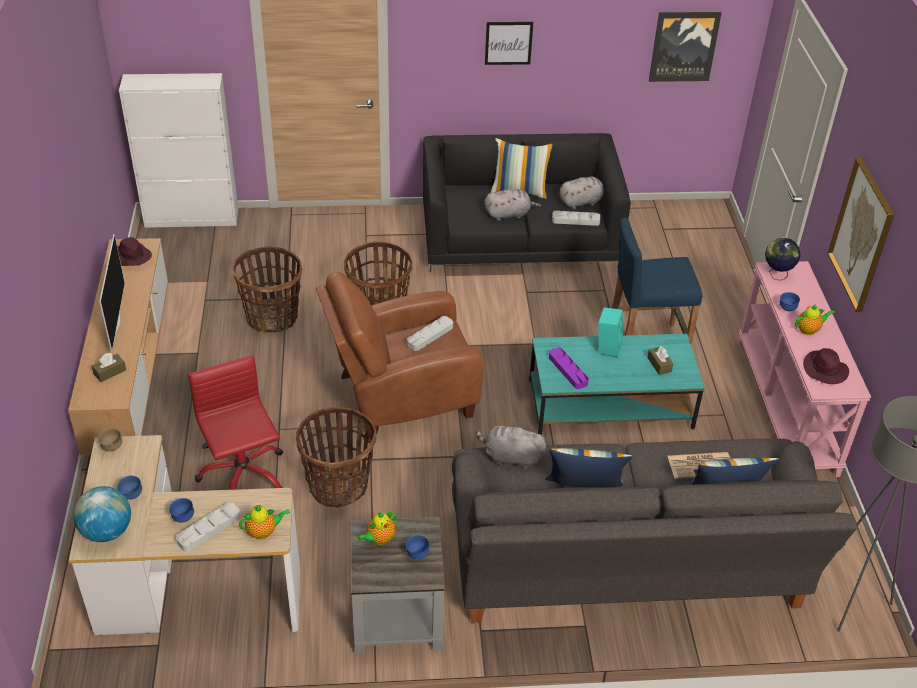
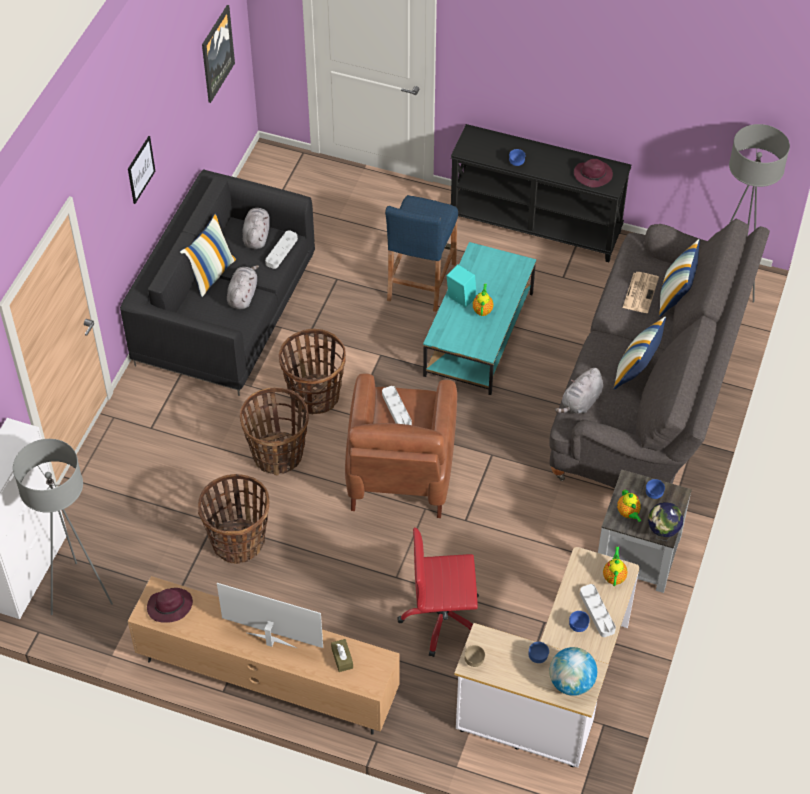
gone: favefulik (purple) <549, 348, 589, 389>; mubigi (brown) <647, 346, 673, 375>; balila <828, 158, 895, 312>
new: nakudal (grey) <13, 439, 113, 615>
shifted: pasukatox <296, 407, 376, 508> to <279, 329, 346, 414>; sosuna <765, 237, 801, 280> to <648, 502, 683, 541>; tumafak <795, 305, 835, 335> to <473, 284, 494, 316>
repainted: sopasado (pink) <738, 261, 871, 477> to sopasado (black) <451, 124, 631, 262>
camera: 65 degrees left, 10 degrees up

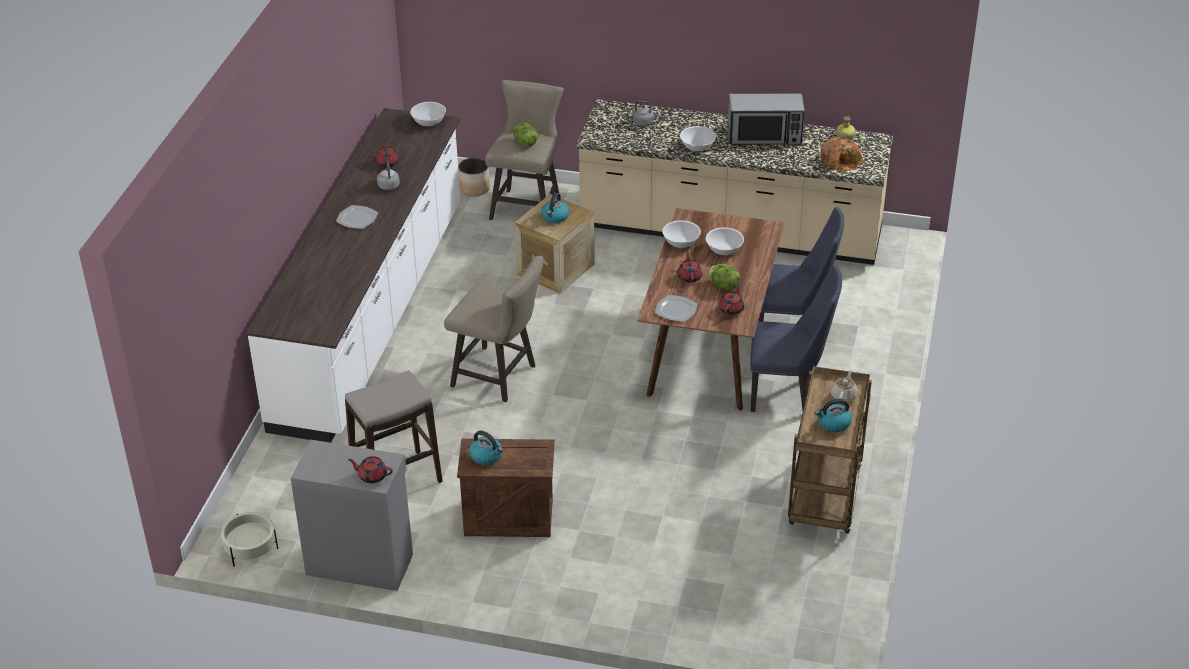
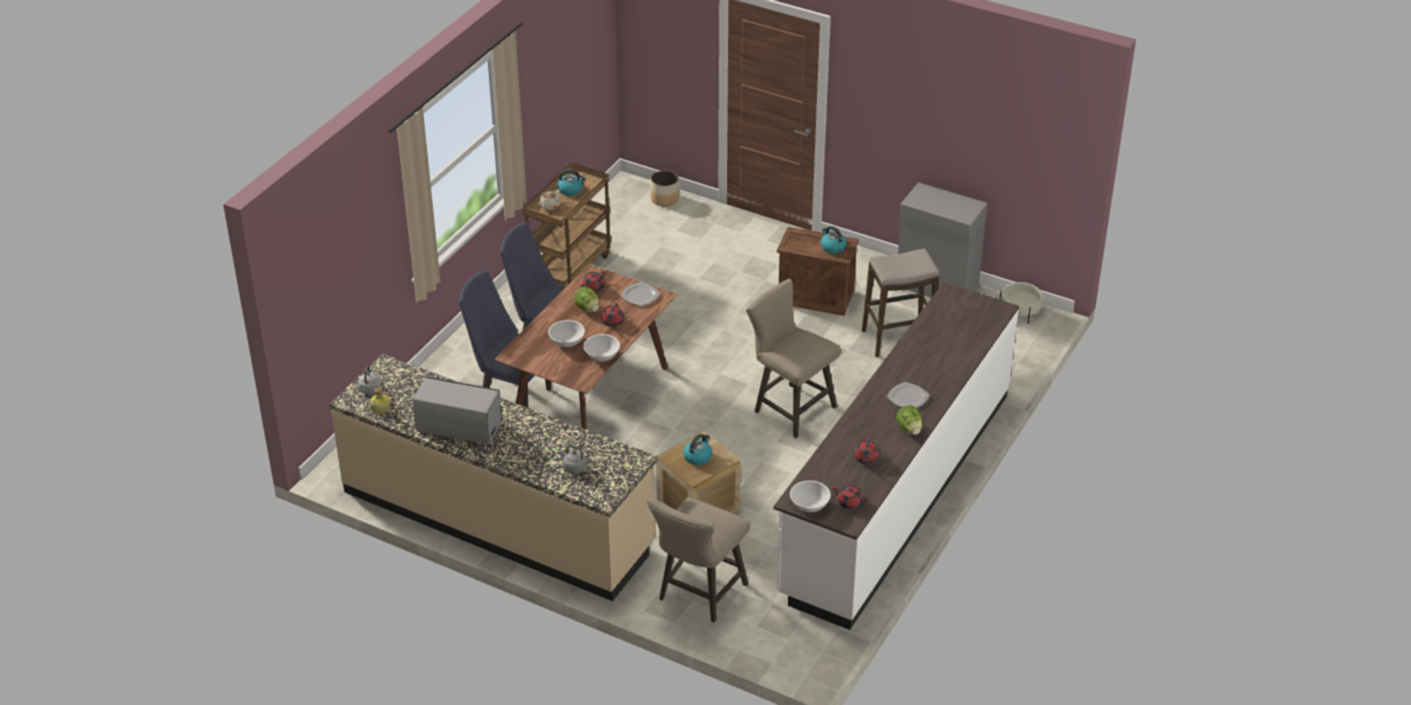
gone: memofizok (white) <680, 126, 716, 151>; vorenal <821, 137, 863, 172>
shifted: tumafak (red) <348, 456, 393, 483> to <833, 485, 871, 509>; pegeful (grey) <377, 161, 400, 190> to <358, 365, 381, 394>; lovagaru <458, 158, 490, 196> to <651, 170, 679, 206>; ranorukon <514, 123, 538, 148> to <896, 405, 923, 435>
camera: 165 degrees left, 0 degrees up

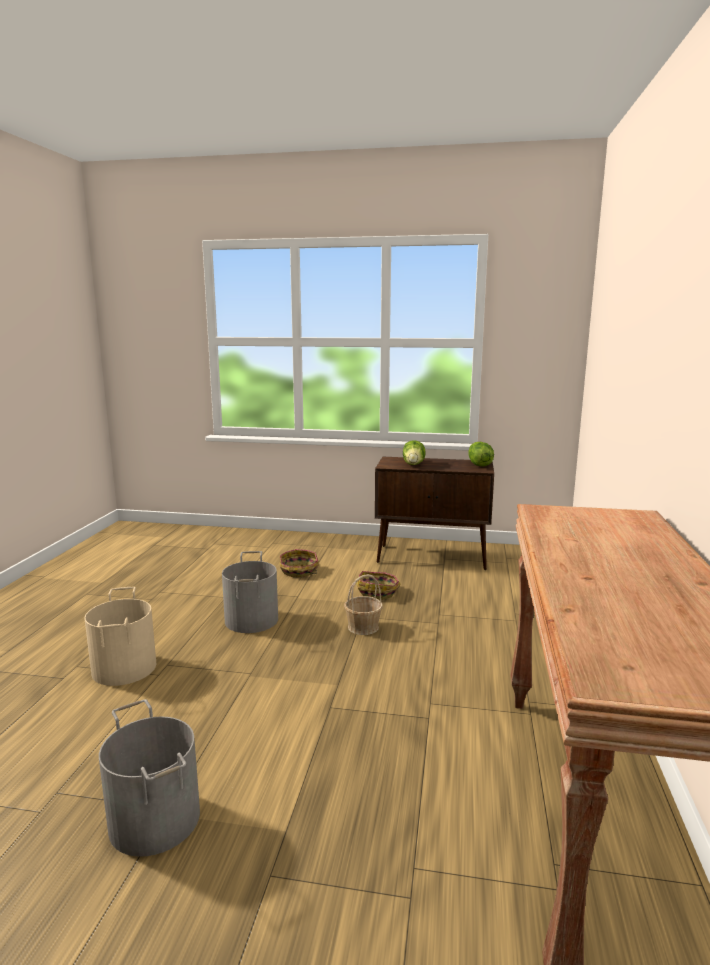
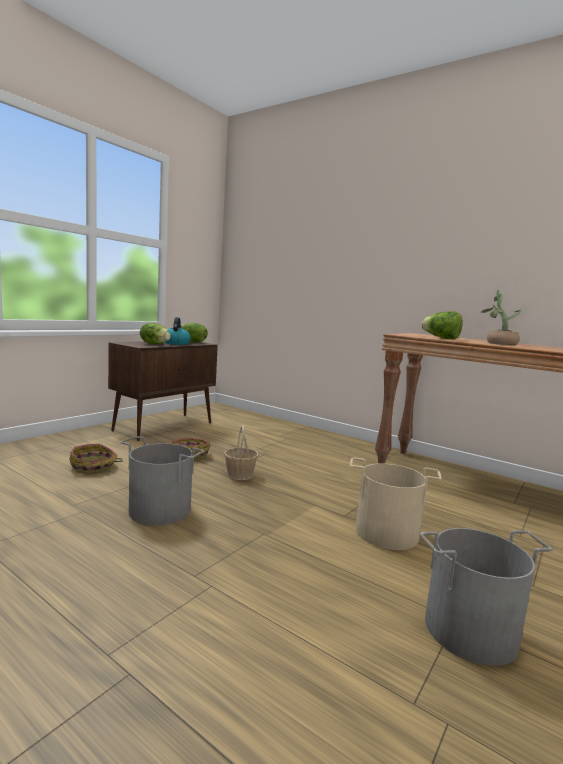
new: pegeful <165, 317, 191, 345>; ranorukon <421, 311, 463, 339>; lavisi <482, 290, 522, 346>
shifted: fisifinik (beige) <84, 587, 156, 686> to <350, 457, 442, 550>
camera: 65 degrees left, 5 degrees down

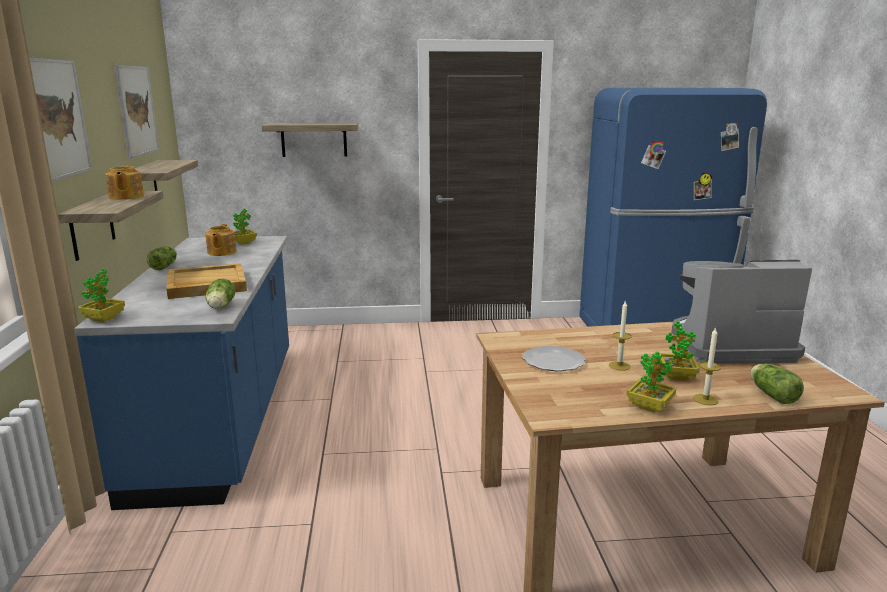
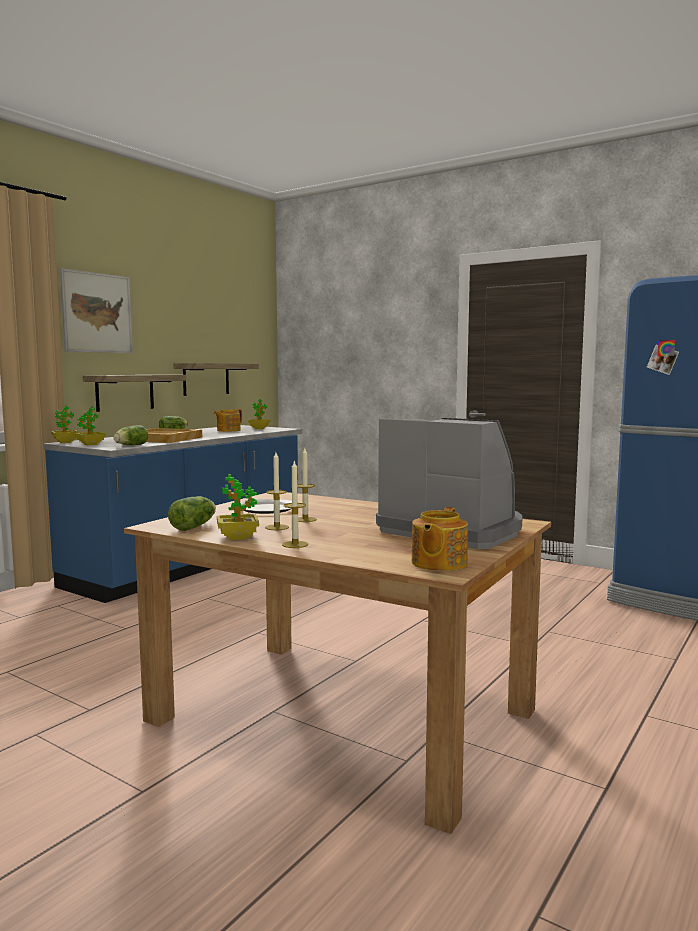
gone: balila <115, 65, 159, 159>; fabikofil <262, 123, 358, 157>
new: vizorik <265, 452, 289, 530>
shifted: tumafak <105, 165, 144, 200> to <412, 507, 468, 571>; lavisi <660, 321, 700, 381> to <75, 406, 106, 445>; ranorukon <750, 364, 804, 404> to <168, 496, 216, 531>
camera: 40 degrees right, 10 degrees down

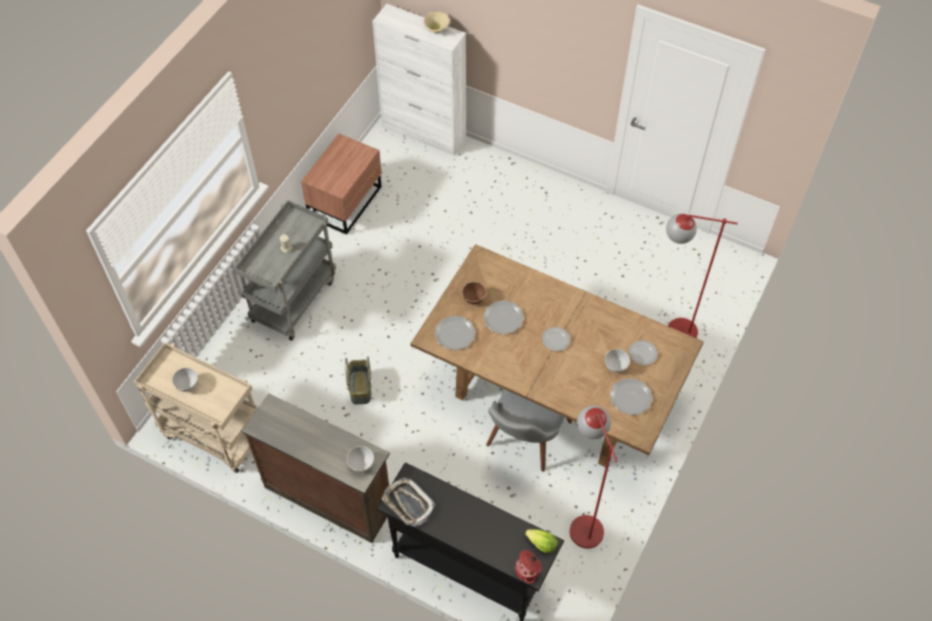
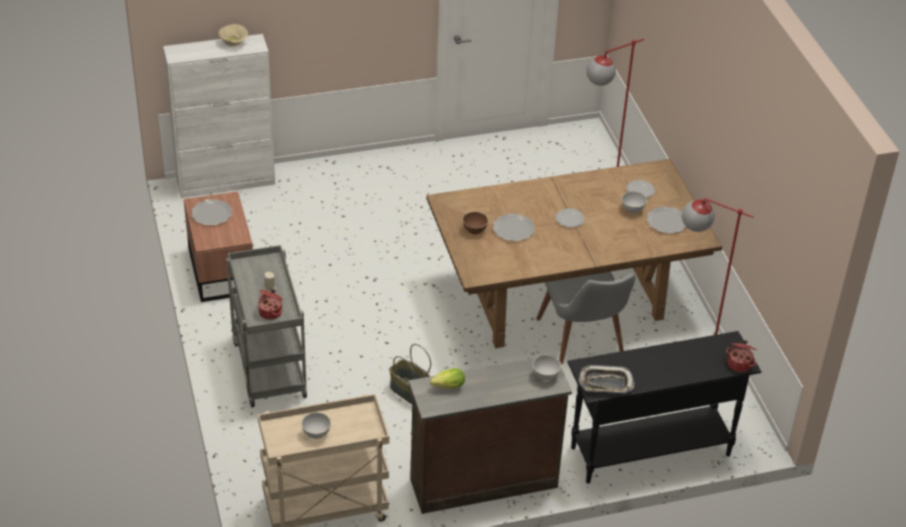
new: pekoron <258, 289, 283, 320>
shifted: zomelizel <434, 315, 475, 350> to <191, 199, 232, 226>; ranorukon <525, 529, 558, 553> to <430, 368, 465, 389>
camera: 45 degrees left, 15 degrees down

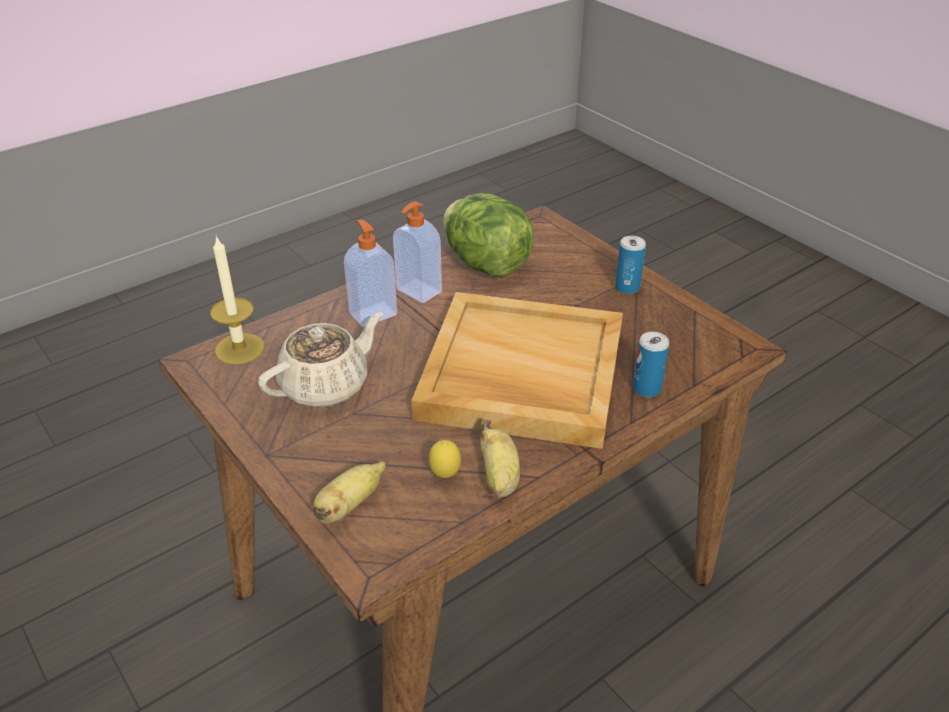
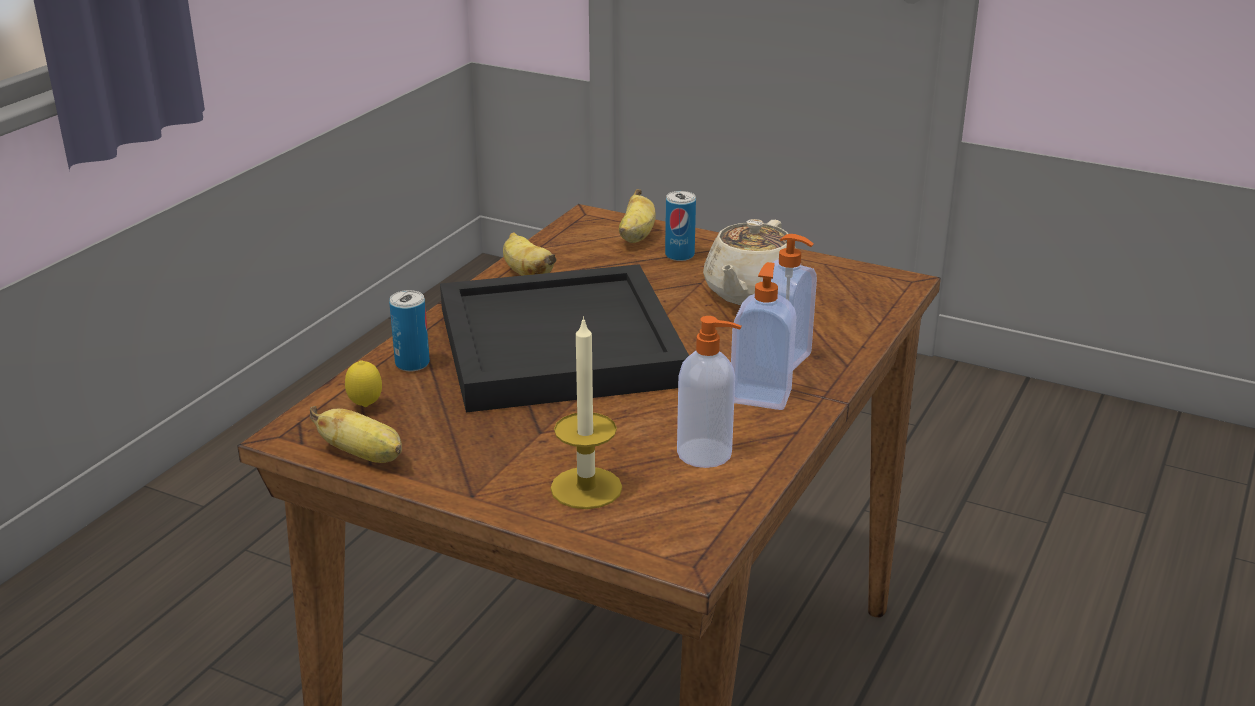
new: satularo <310, 406, 402, 463>
shifted: vizorik <210, 235, 264, 365> to <550, 316, 622, 509>; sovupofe <429, 440, 461, 478> to <345, 360, 382, 407>; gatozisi <615, 236, 646, 294> to <665, 191, 696, 261>
swapped: ranorukon <443, 193, 534, 278> to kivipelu <677, 316, 742, 468>
repainted: favefulik (beige) <412, 292, 623, 449> to favefulik (black) <440, 264, 689, 412>
camera: 155 degrees right, 10 degrees down

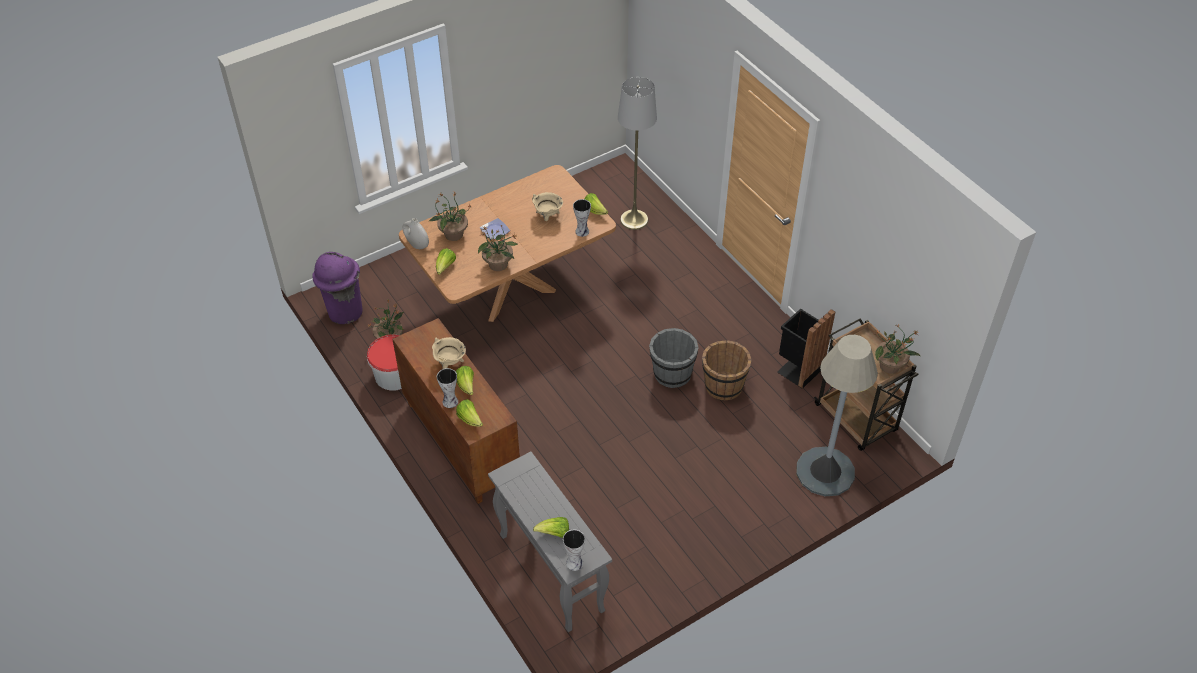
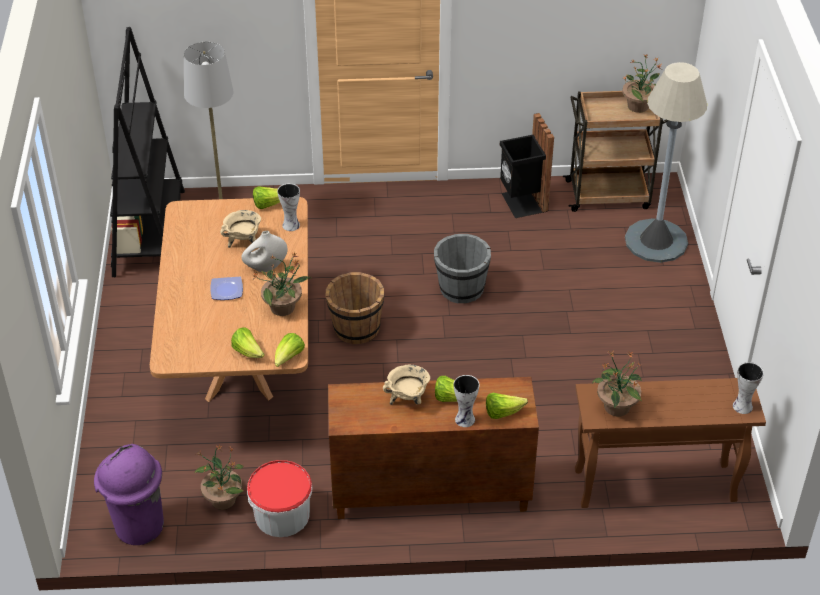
new: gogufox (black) <110, 27, 185, 277>
shifted: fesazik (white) <403, 218, 429, 249> to <241, 231, 287, 272>; lavisi <428, 192, 472, 241> to <592, 351, 642, 417>; ranorukon <533, 517, 569, 538> to <275, 333, 305, 367>; fisifinik (brown) <702, 340, 752, 401> to <325, 272, 384, 344>
repainted: sopasado (grey) <488, 452, 612, 632> to sopasado (brown) <575, 378, 766, 508>
camera: 60 degrees left, 5 degrees down

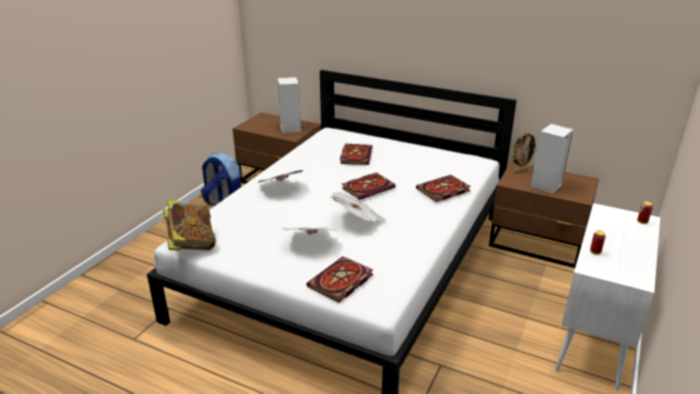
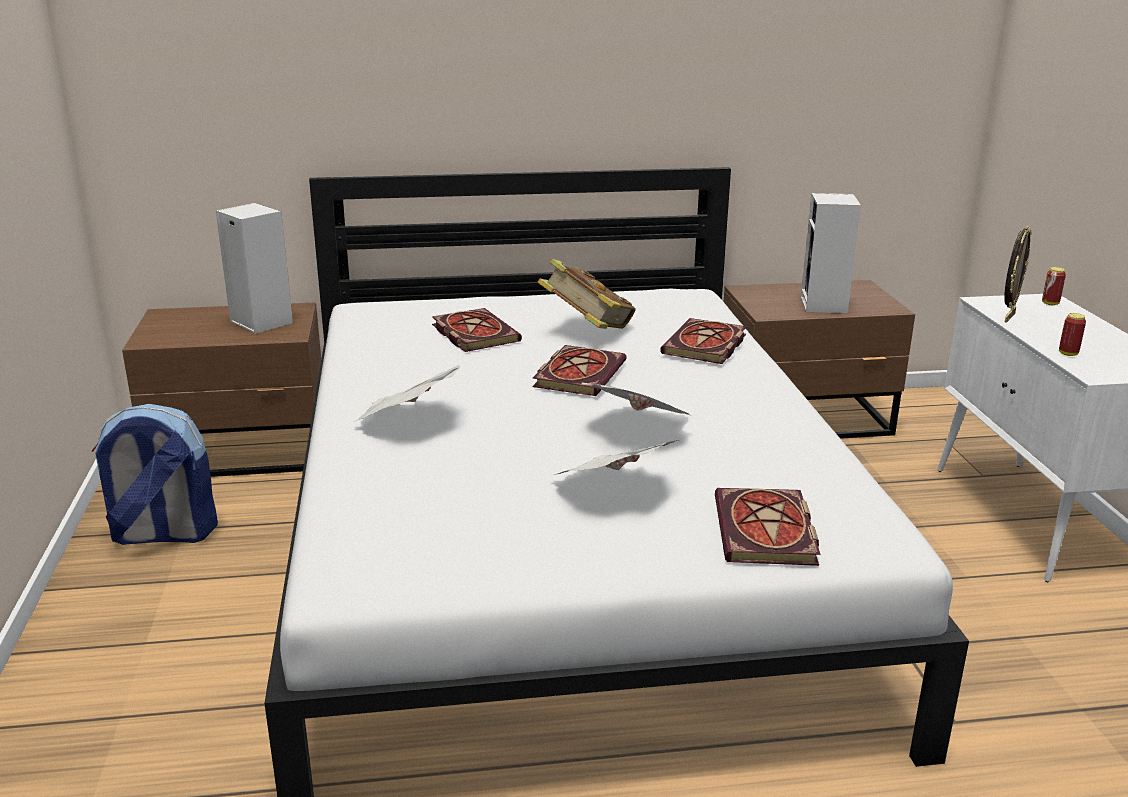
shifted: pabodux <163, 200, 216, 251> to <537, 259, 636, 329>; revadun <512, 132, 537, 173> to <1004, 226, 1032, 323>
camera: 35 degrees left, 5 degrees down

